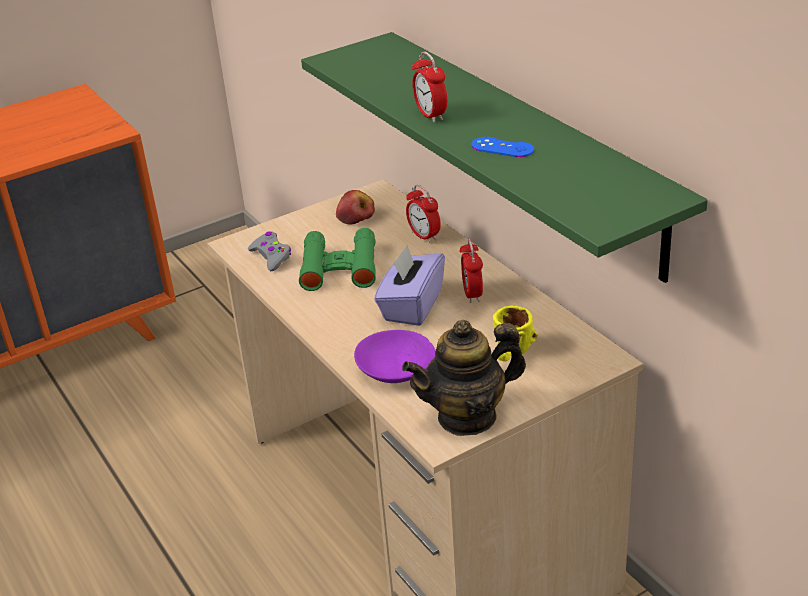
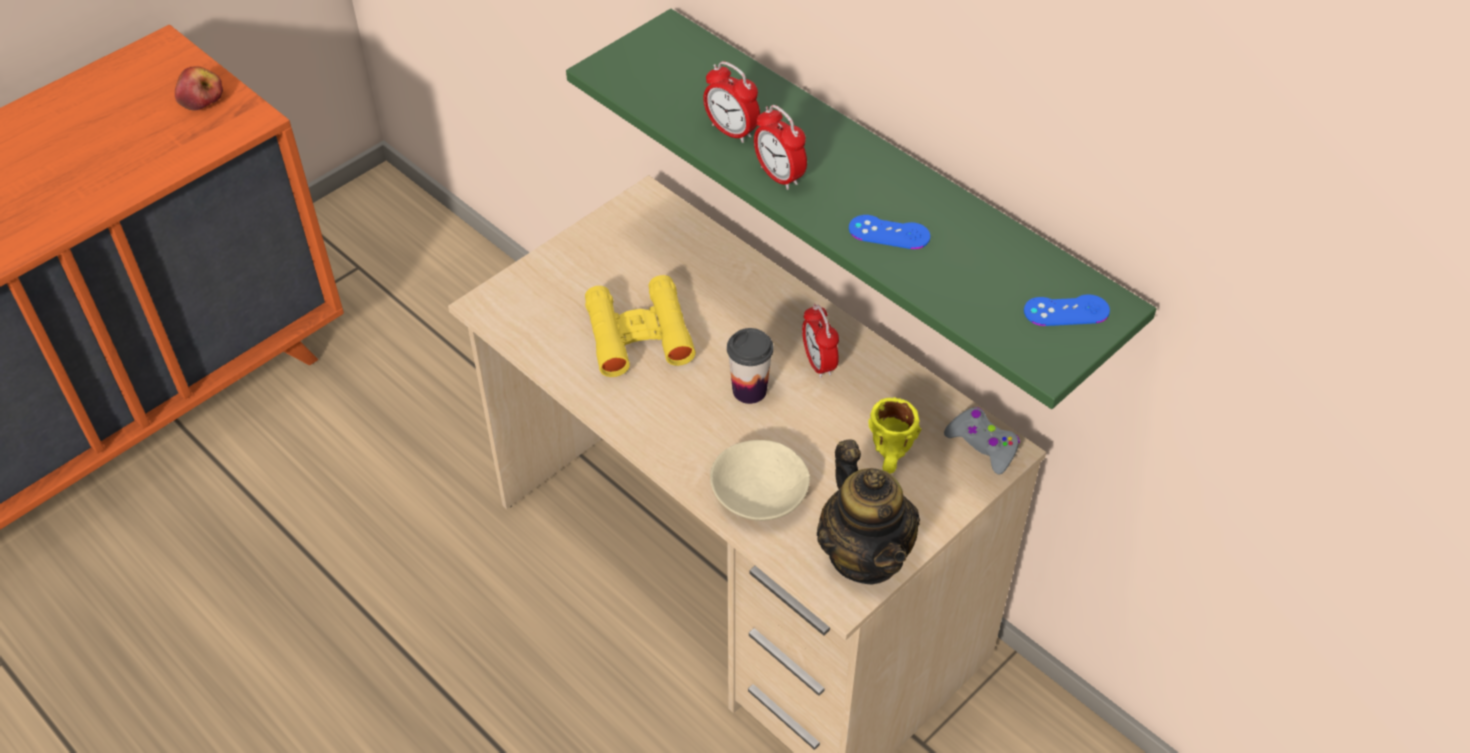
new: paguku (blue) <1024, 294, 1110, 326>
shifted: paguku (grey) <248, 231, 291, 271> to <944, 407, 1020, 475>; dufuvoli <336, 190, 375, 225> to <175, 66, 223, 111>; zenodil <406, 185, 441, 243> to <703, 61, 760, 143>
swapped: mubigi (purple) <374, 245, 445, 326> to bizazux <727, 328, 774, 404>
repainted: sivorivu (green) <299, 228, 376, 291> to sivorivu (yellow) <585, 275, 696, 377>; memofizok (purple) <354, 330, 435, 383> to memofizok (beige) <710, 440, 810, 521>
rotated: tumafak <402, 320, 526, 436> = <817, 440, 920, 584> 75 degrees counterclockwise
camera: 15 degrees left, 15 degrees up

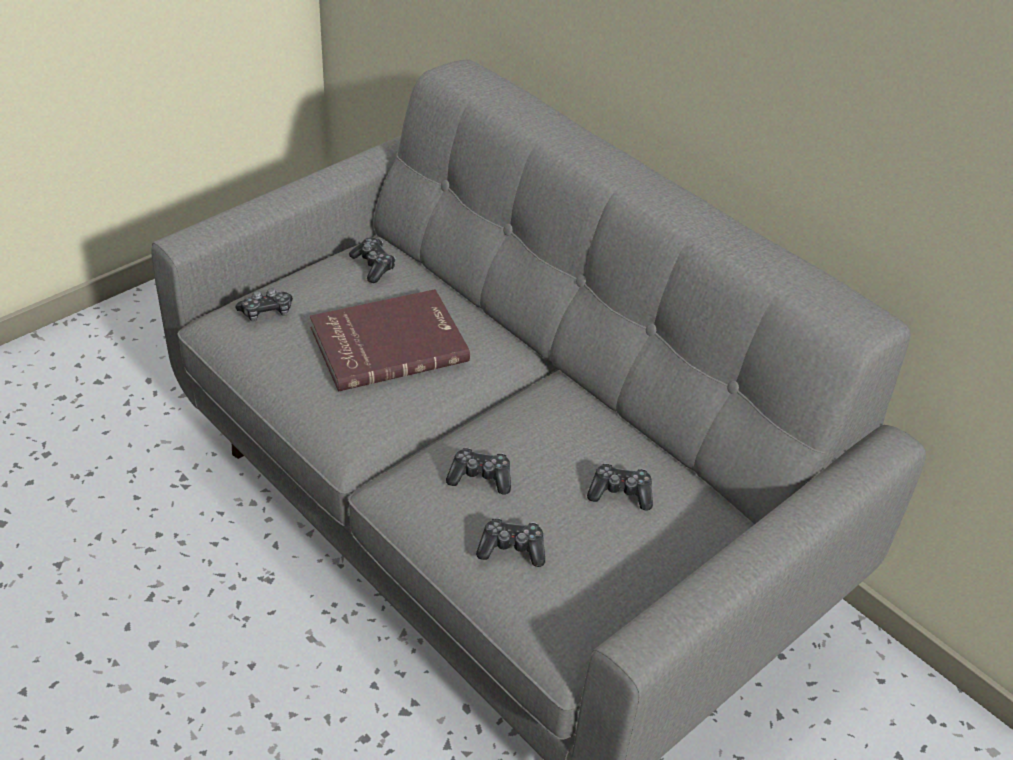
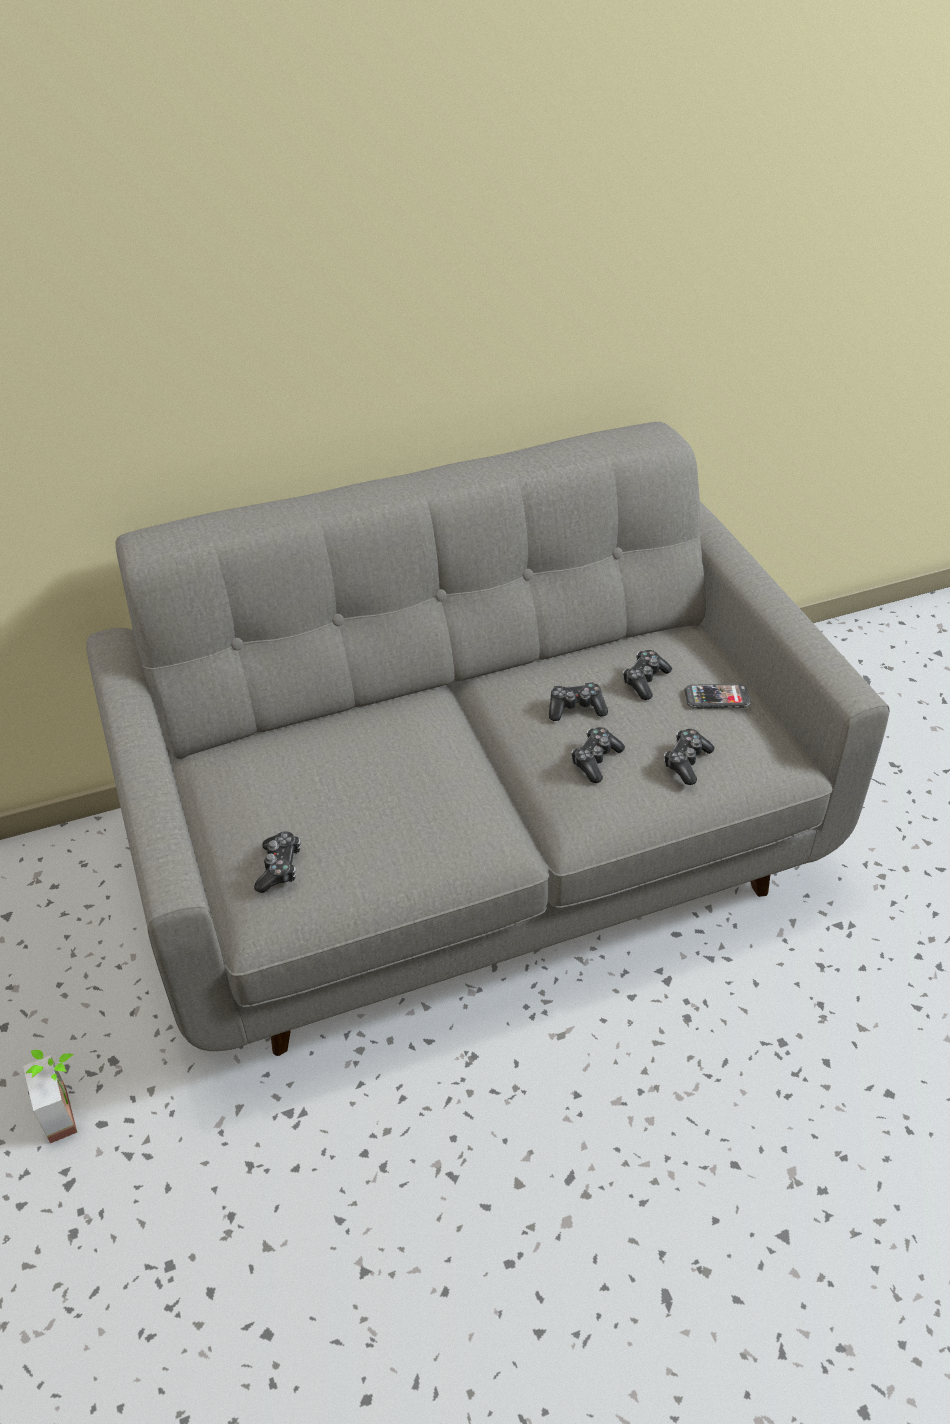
gone: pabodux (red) <310, 289, 470, 392>
new: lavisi <23, 1050, 77, 1143>; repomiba <685, 684, 751, 709>
shifted: paguku <349, 237, 396, 283> to <549, 682, 608, 721>
camera: 65 degrees left, 0 degrees up

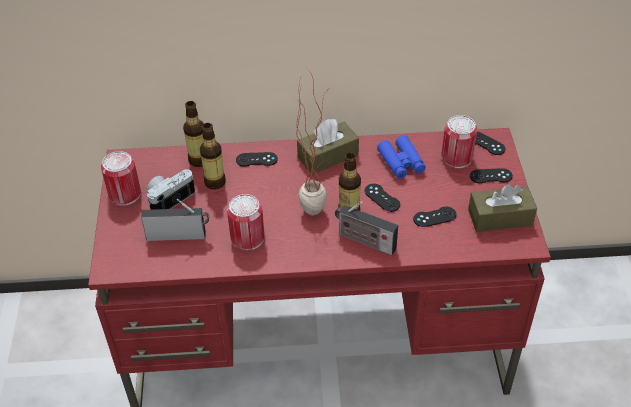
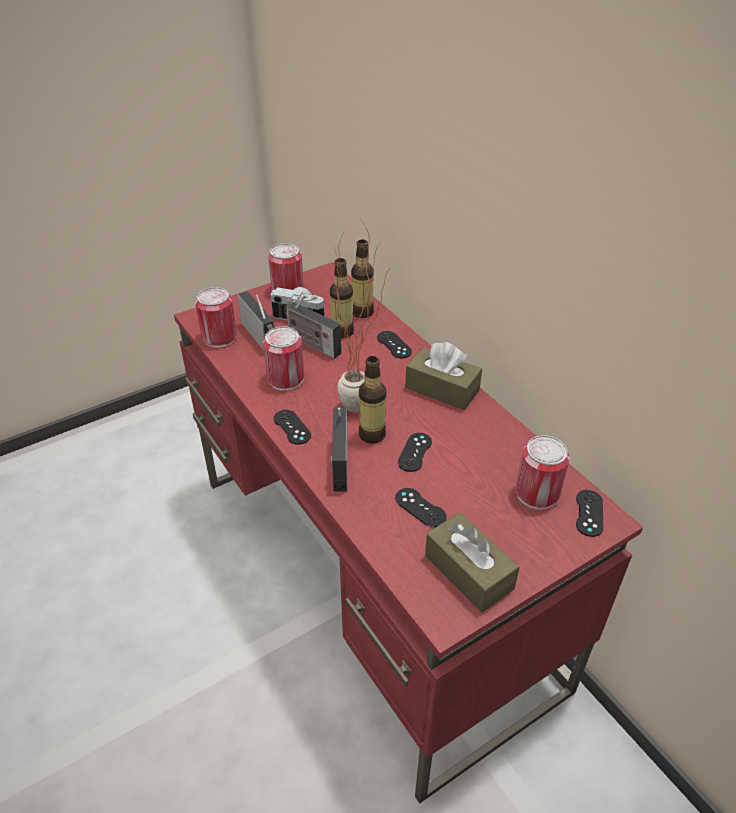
gone: sivorivu (blue) <377, 135, 426, 179>
new: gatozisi <195, 287, 237, 348>; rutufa <284, 294, 341, 359>
shifted: paguku (black) <470, 168, 513, 184> to <274, 410, 311, 445>
camera: 60 degrees right, 5 degrees down

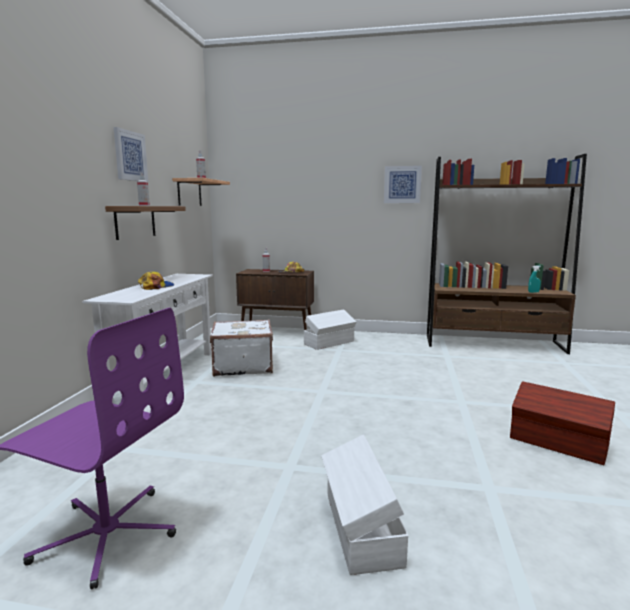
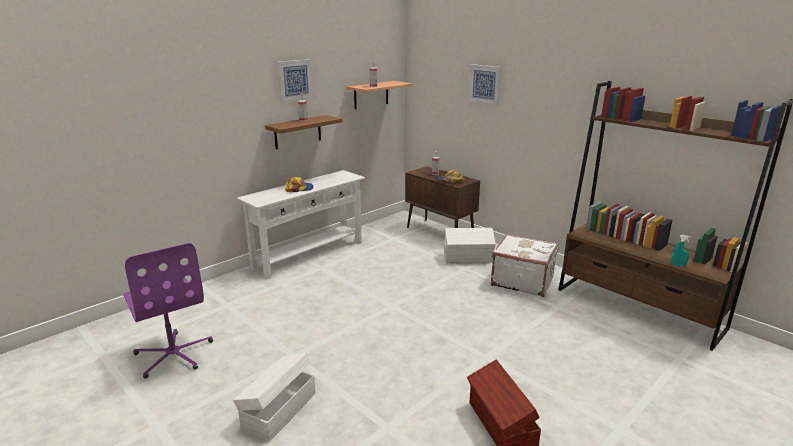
shifted: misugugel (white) <210, 319, 273, 377> to <491, 234, 559, 297>; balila <384, 166, 422, 203> to <468, 64, 501, 105>
camera: 35 degrees right, 10 degrees up

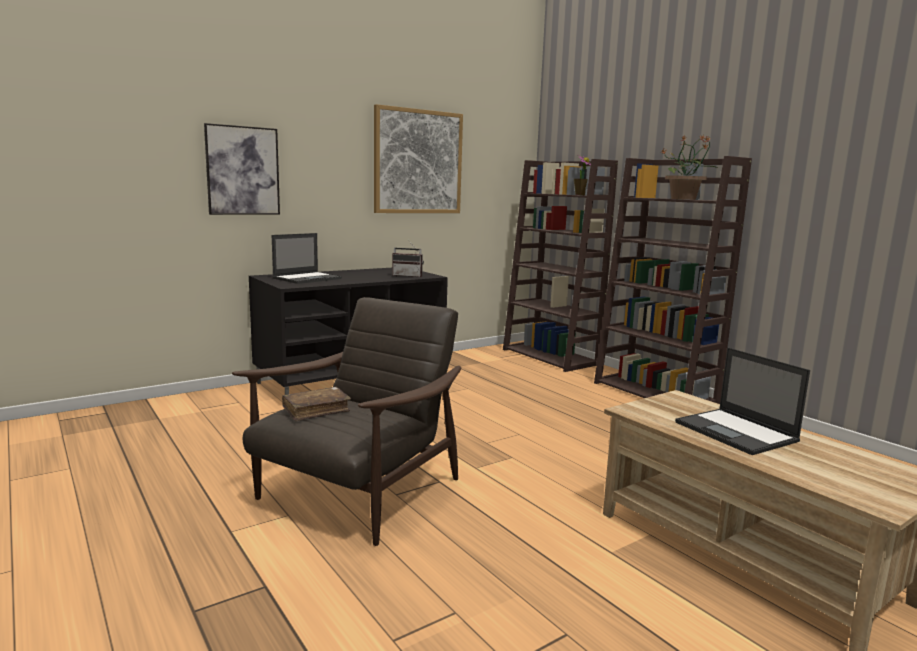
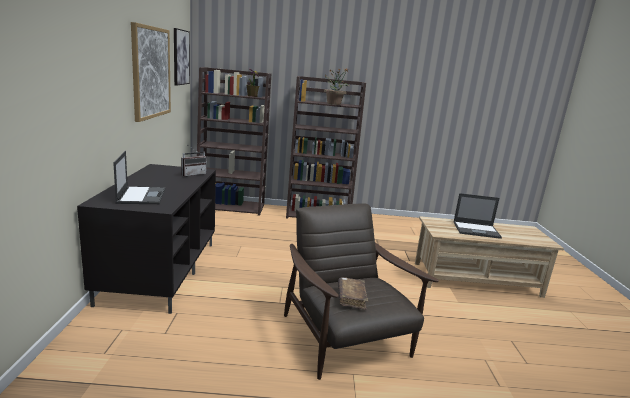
shifted: balila <204, 123, 280, 215> to <174, 28, 190, 86>
camera: 55 degrees left, 5 degrees up

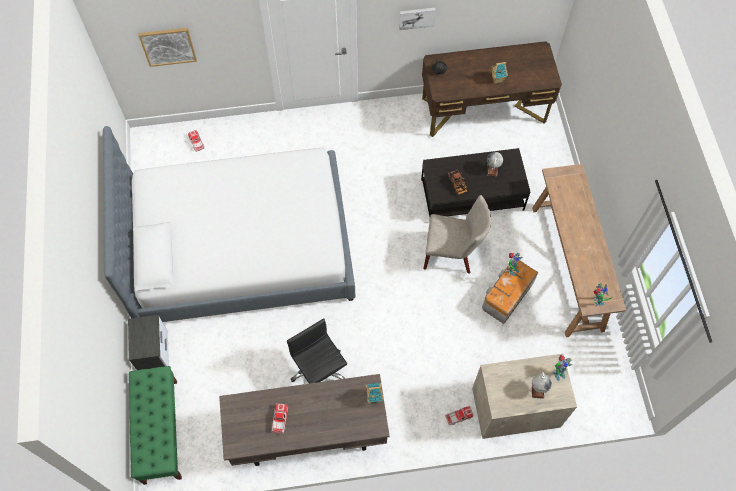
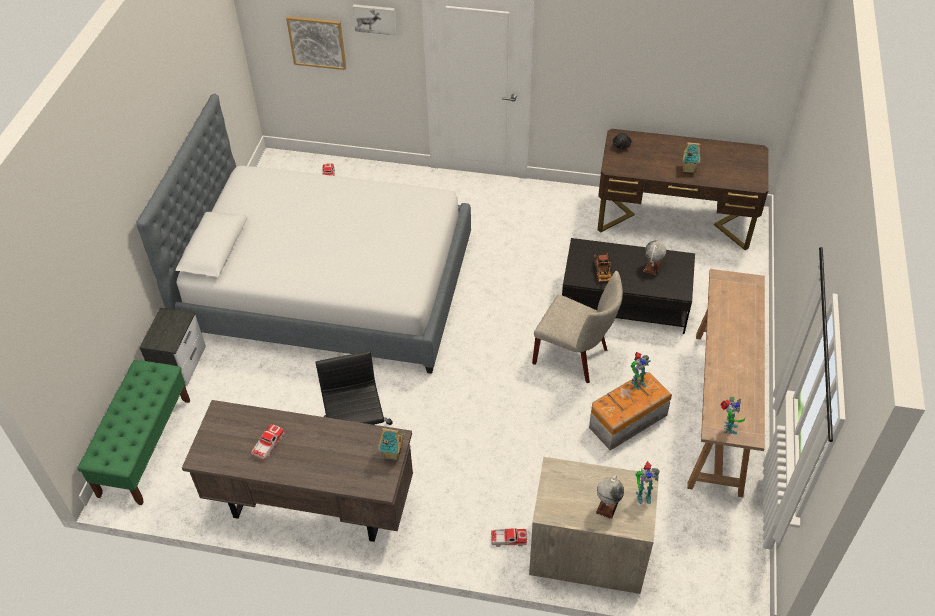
shifted: balila <399, 8, 436, 30> to <353, 4, 397, 36>
camera: 20 degrees right, 15 degrees down

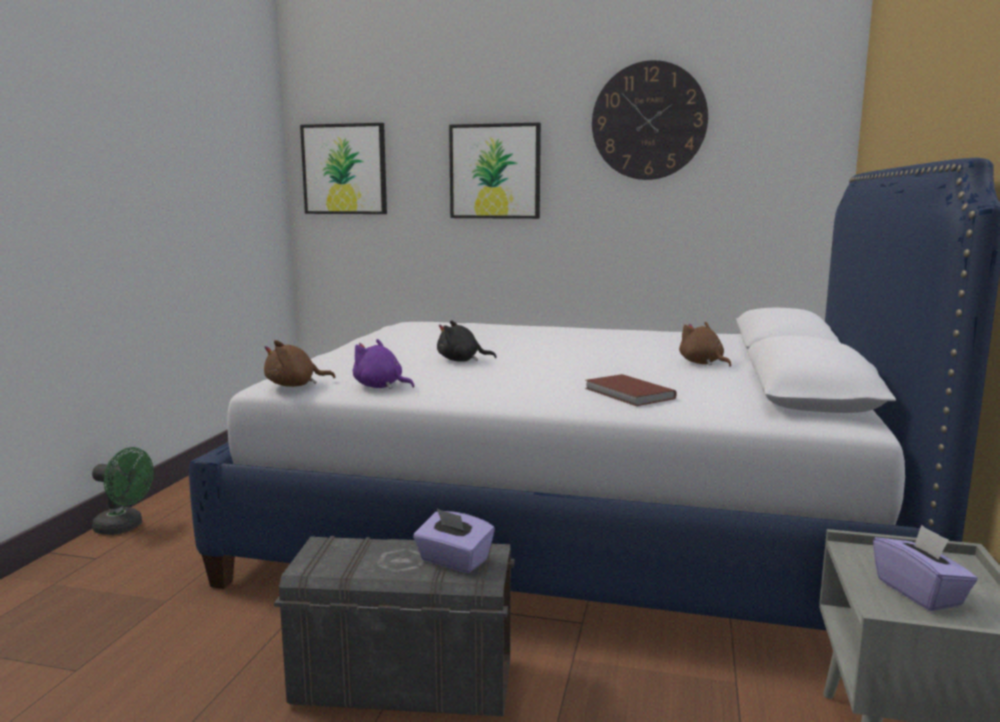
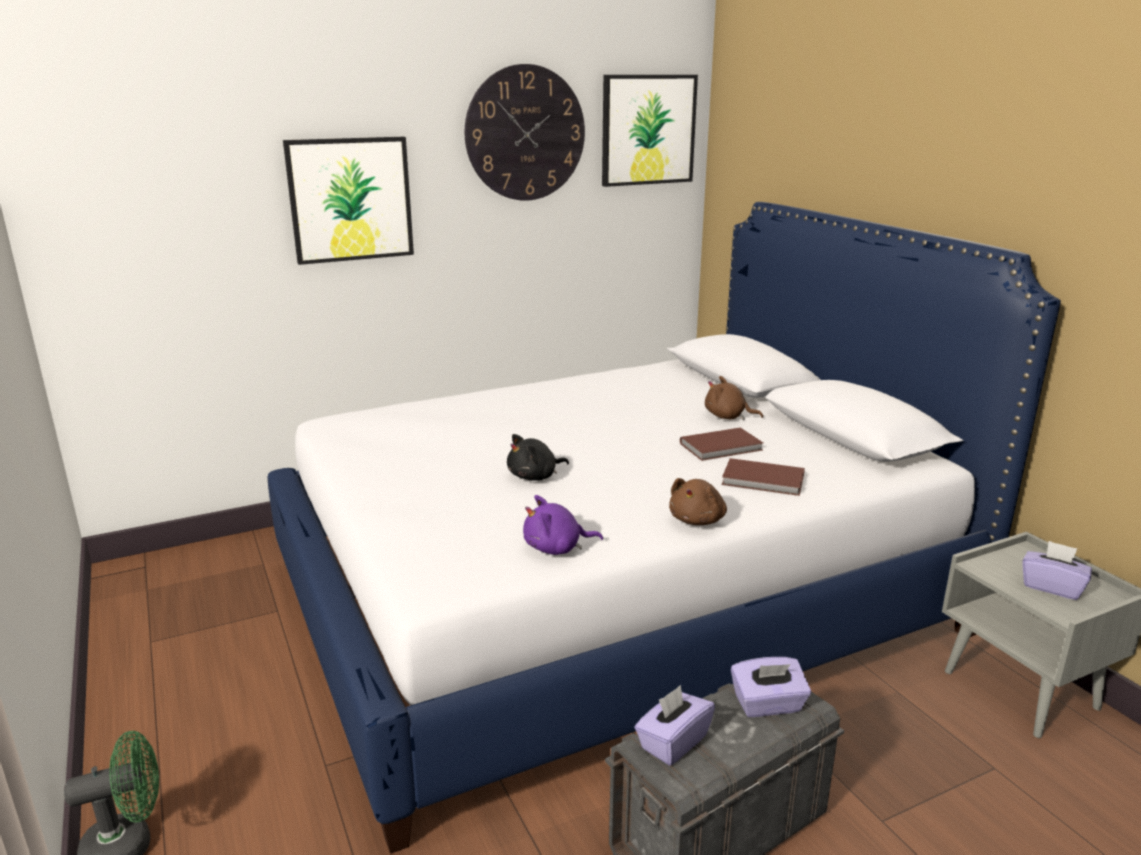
new: mubigi (purple) <634, 685, 715, 766>; pabodux (brown) <680, 427, 763, 461>
shifted: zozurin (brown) <264, 340, 335, 387> to <669, 478, 727, 525>; balila <300, 123, 387, 214> to <602, 75, 698, 187>
camera: 40 degrees left, 10 degrees up

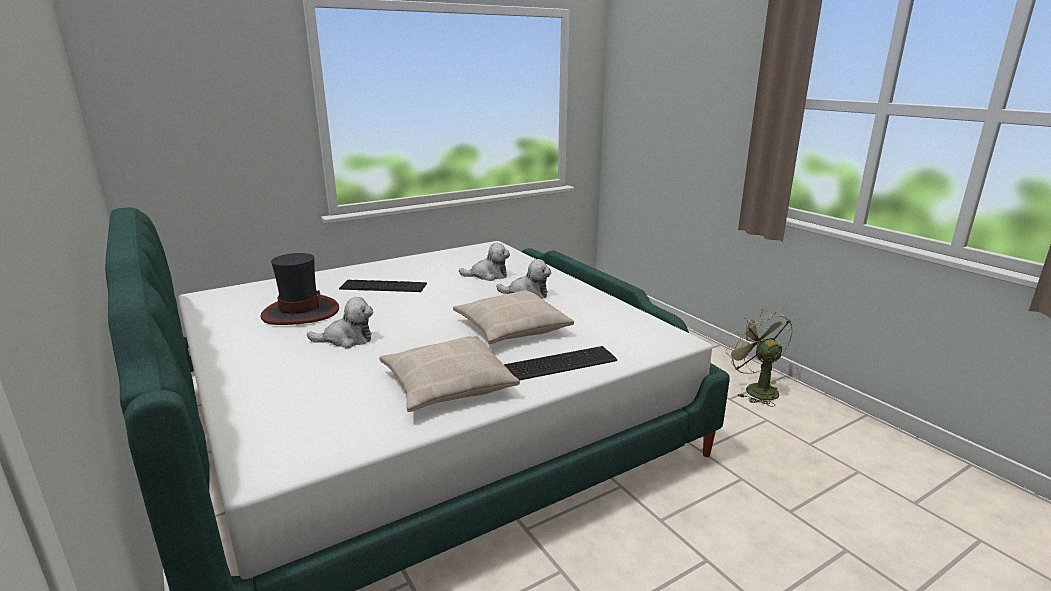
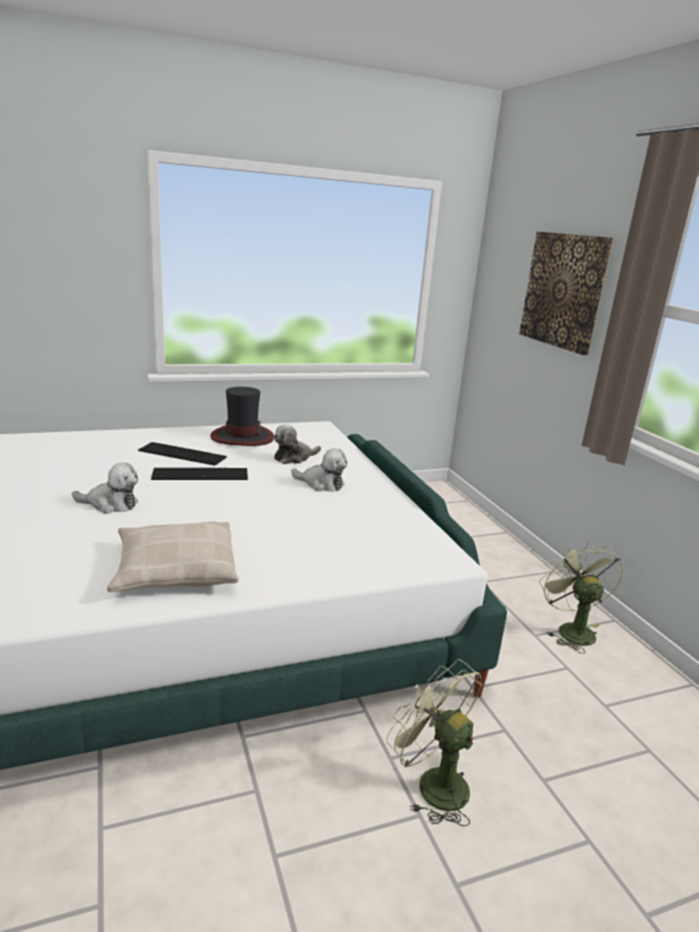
gone: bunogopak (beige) <453, 290, 574, 344>
new: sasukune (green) <386, 659, 482, 827>; balila <519, 232, 614, 355>
shifted: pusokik <261, 253, 339, 325> to <210, 387, 274, 446>; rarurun <503, 346, 617, 380> to <151, 468, 248, 480>
rotated: zozurin <459, 243, 510, 281> = <273, 424, 321, 464> 135 degrees clockwise
camera: 10 degrees right, 0 degrees up

